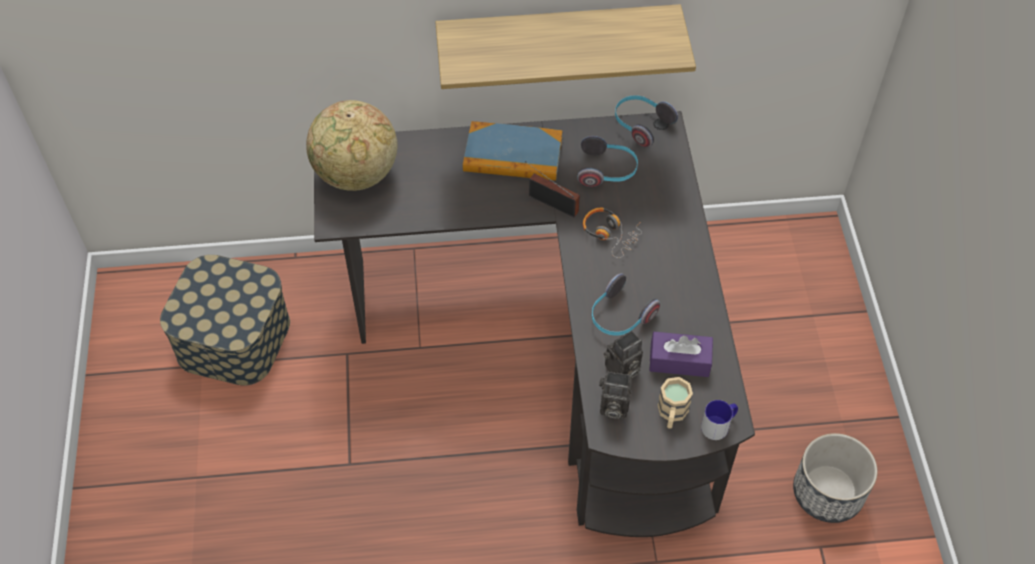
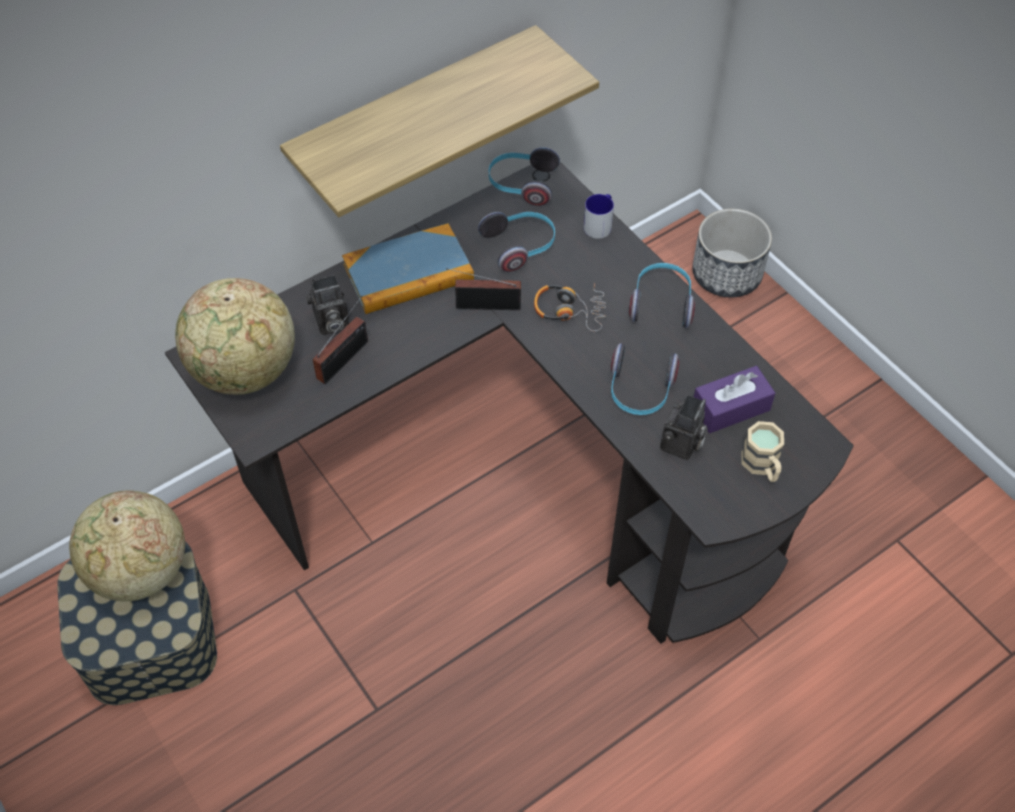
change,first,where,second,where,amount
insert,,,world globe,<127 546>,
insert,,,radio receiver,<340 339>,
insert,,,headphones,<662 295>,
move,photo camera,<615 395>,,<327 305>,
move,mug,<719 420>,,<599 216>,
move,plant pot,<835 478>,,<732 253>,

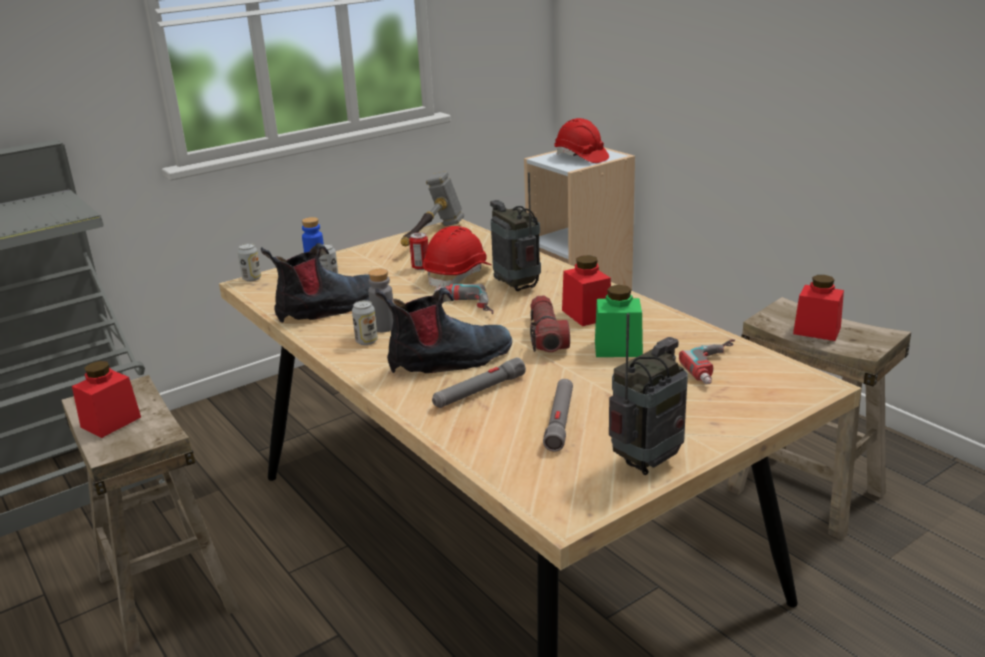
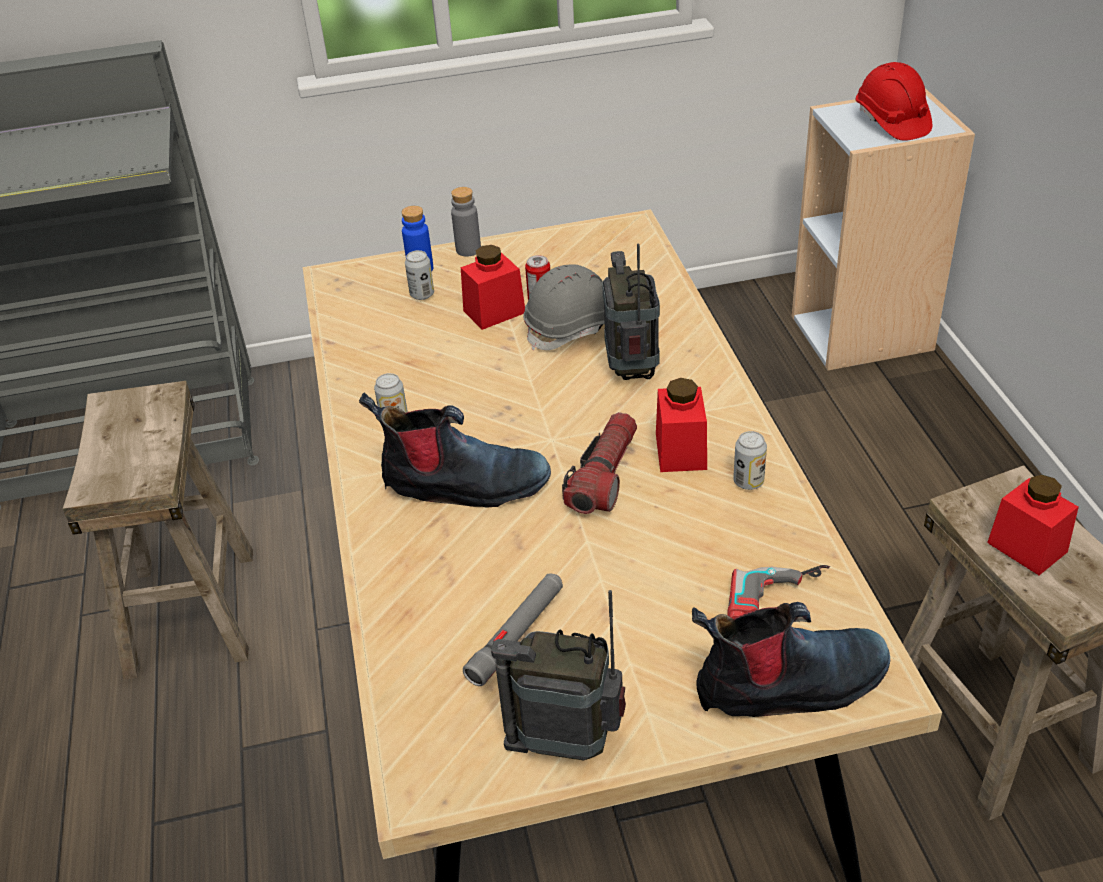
change,first,where,second,where,amount
delete,tool hammer,<433 208>,,,
delete,flashlight (gray),<479 382>,,,
delete,drill,<464 299>,,,
delete,preserve jar (greenish),<619 321>,,,
move,preserve jar (red-coloured),<106 399>,,<493 287>,
move,sealed can,<249 262>,,<750 460>,
move,high-top boot,<316 283>,,<791 659>,
move,beverage bottle (gray),<380 300>,,<466 222>,
recolor,safety helmet (red-coloured),<457 257>,safety helmet (gray),<564 307>,
rotate,radio receiver,<648 394>,,<558 675>,150 degrees counterclockwise

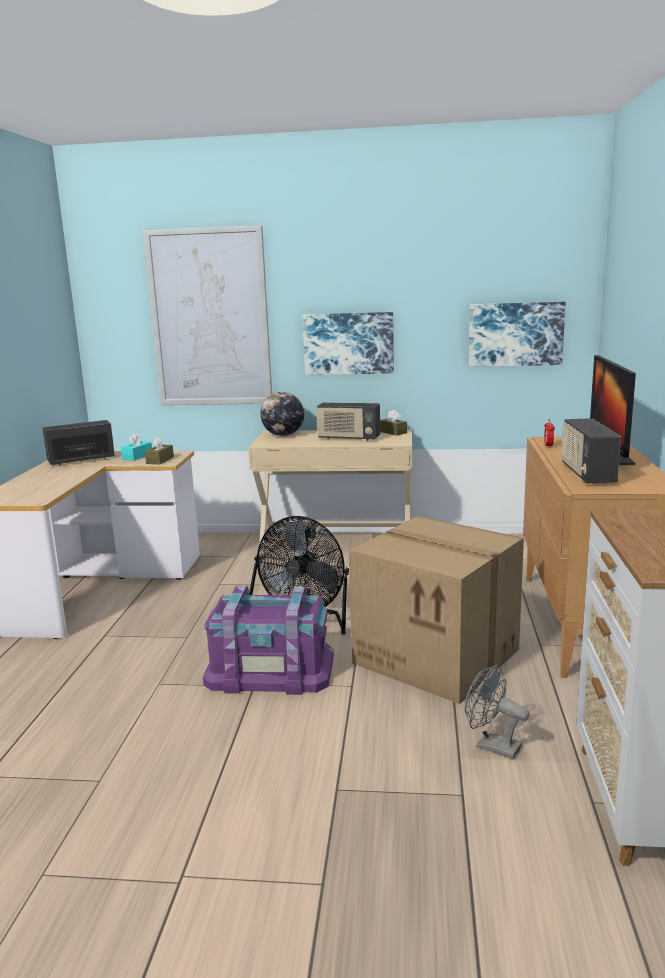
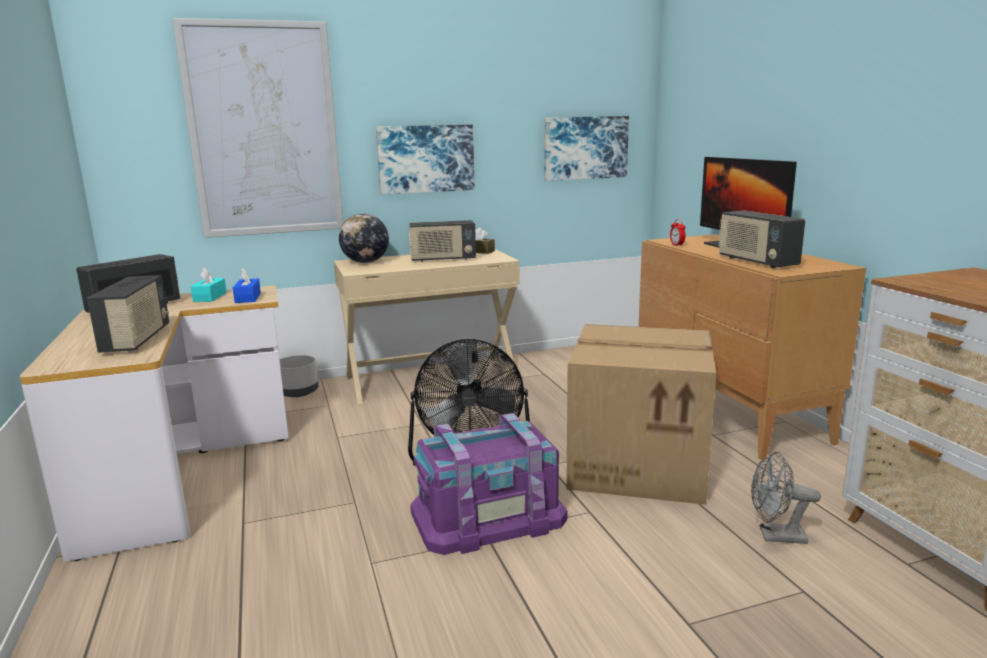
change,first,where,second,where,amount
insert,,,radio receiver,<128 314>,
insert,,,plant pot (gray),<298 376>,
recolor,box of tissues (brownish),<159 450>,box of tissues (blue),<247 285>,

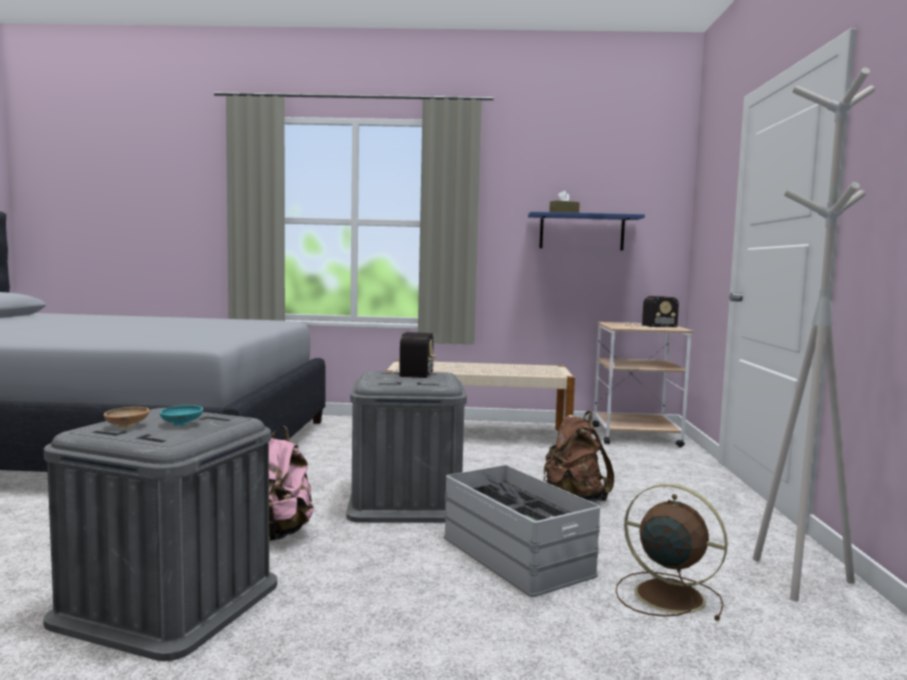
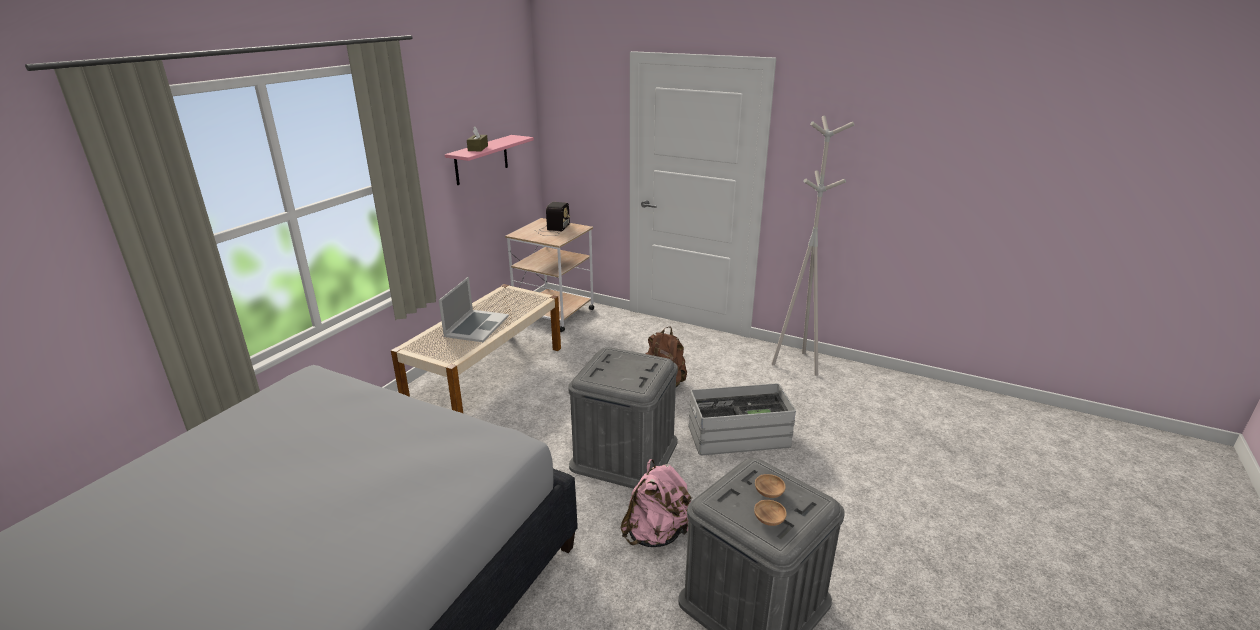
change,first,where,second,where,amount
delete,radio receiver,<408 357>,,,
delete,fan (brownish),<672 552>,,,
insert,,,portable computer,<474 309>,
recolor,deep dish (turquoise),<181 415>,deep dish (brownish),<770 486>,
recolor,shelf (blue),<586 231>,shelf (pink),<489 160>,

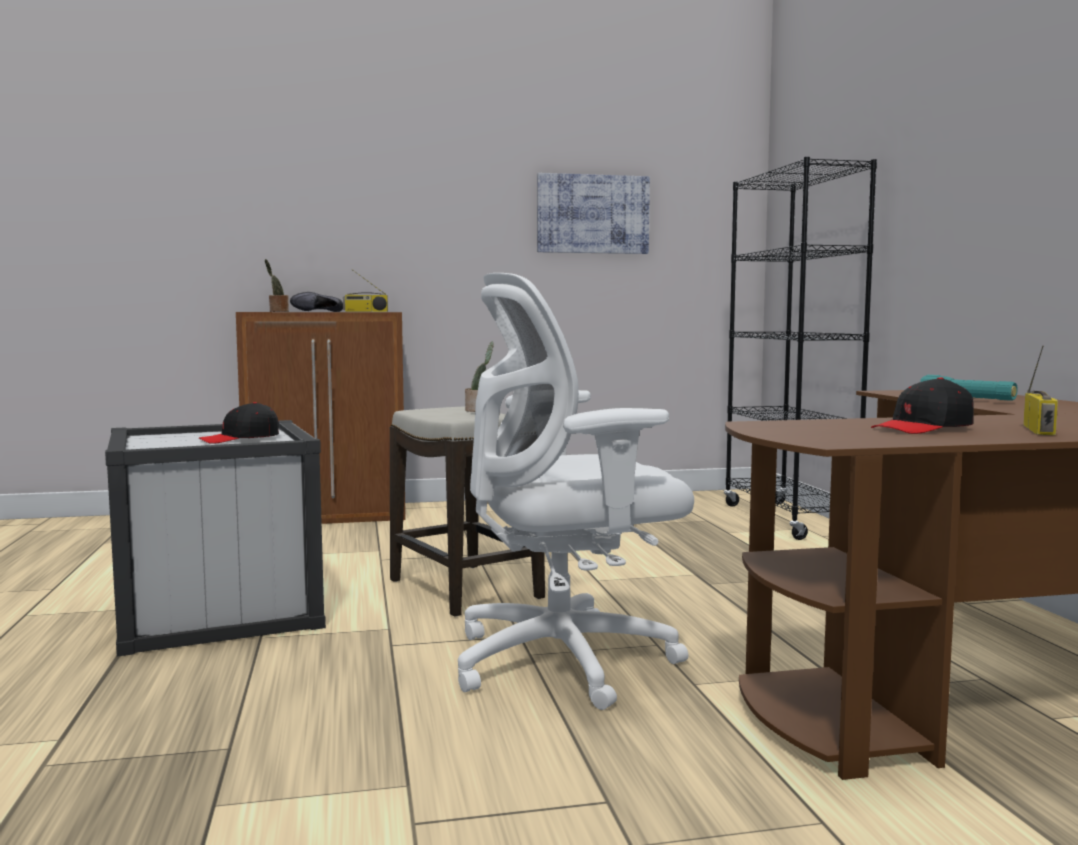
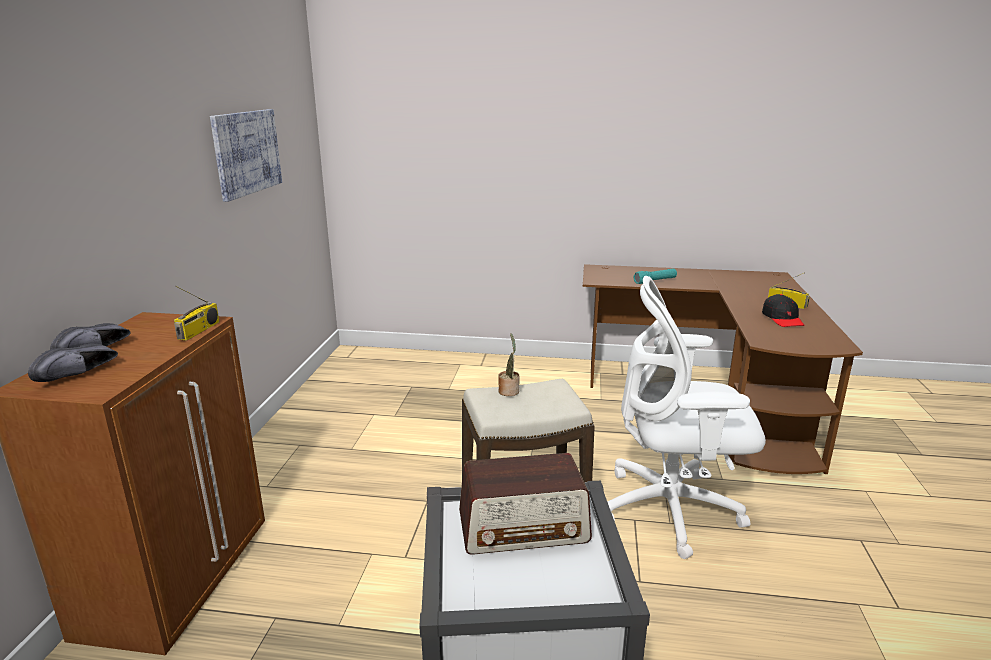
change,first,where,second,where,amount
delete,shelving unit (black),<800 348>,,,
replace,baseball cap (black),<239 423>,radio receiver,<525 504>,
replace,potted plant,<277 285>,shoe (black),<73 362>,
rotate,desk chair (whitish),<576 491>,,<687 417>,90 degrees clockwise

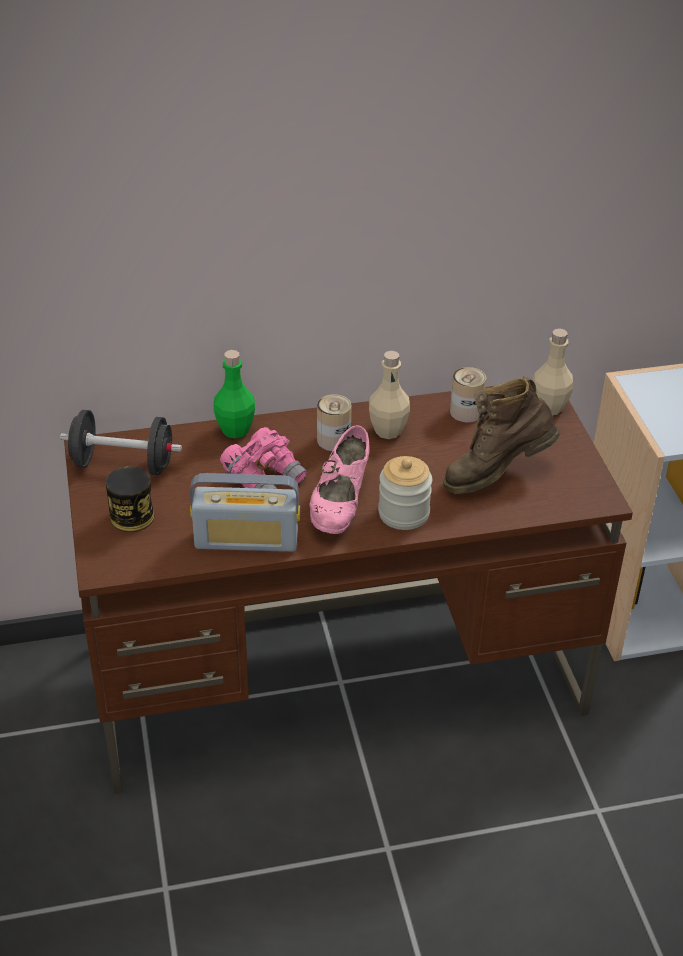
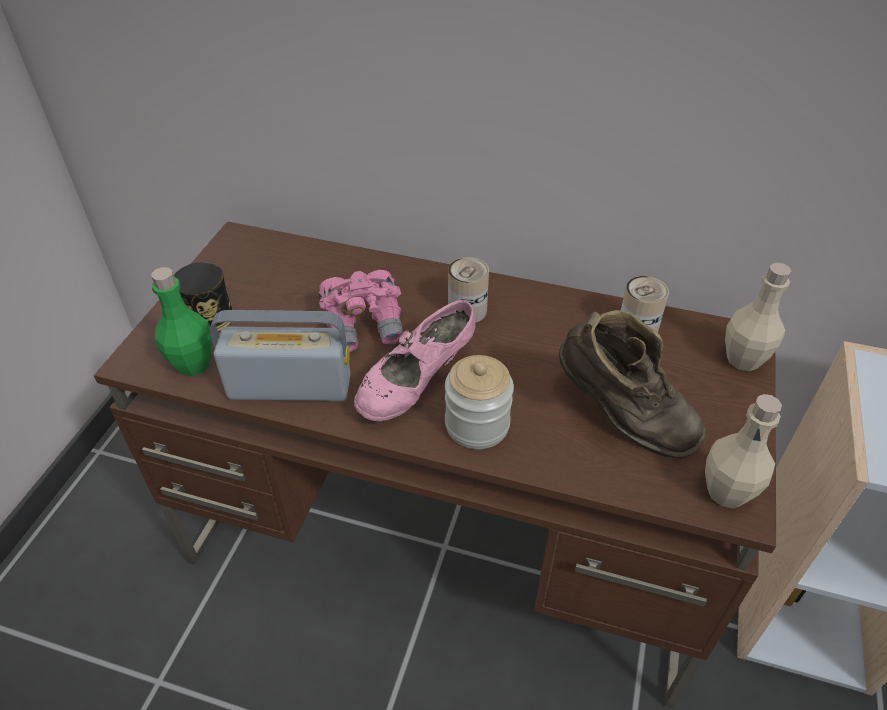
change,first,where,second,where,amount
delete,hand weight (black),<121 442>,,,
move,beverage bottle (greenish),<234 394>,,<181 321>,
move,beverage bottle (beige-coloured),<389 395>,,<743 451>,
rotate,radio receiver,<245 512>,,<280 355>,150 degrees clockwise
rotate,high-top boot (brownish),<501 435>,,<632 384>,150 degrees counterclockwise

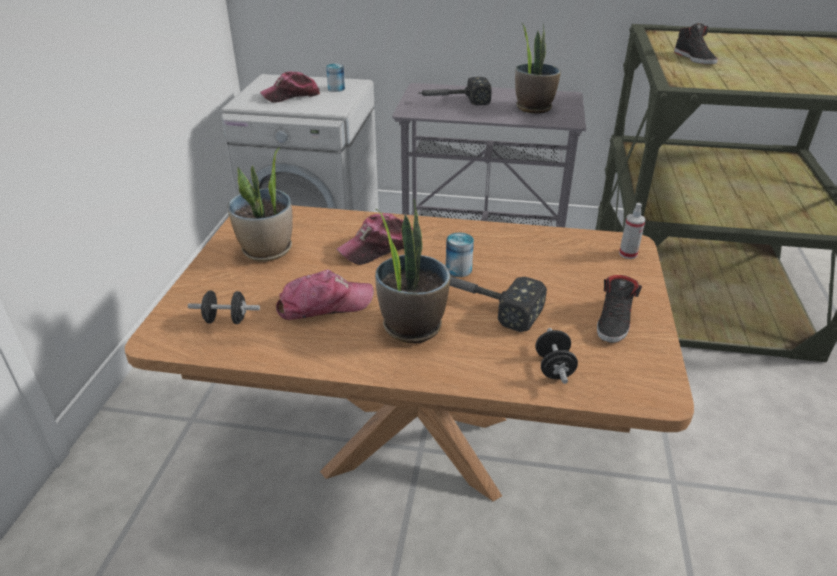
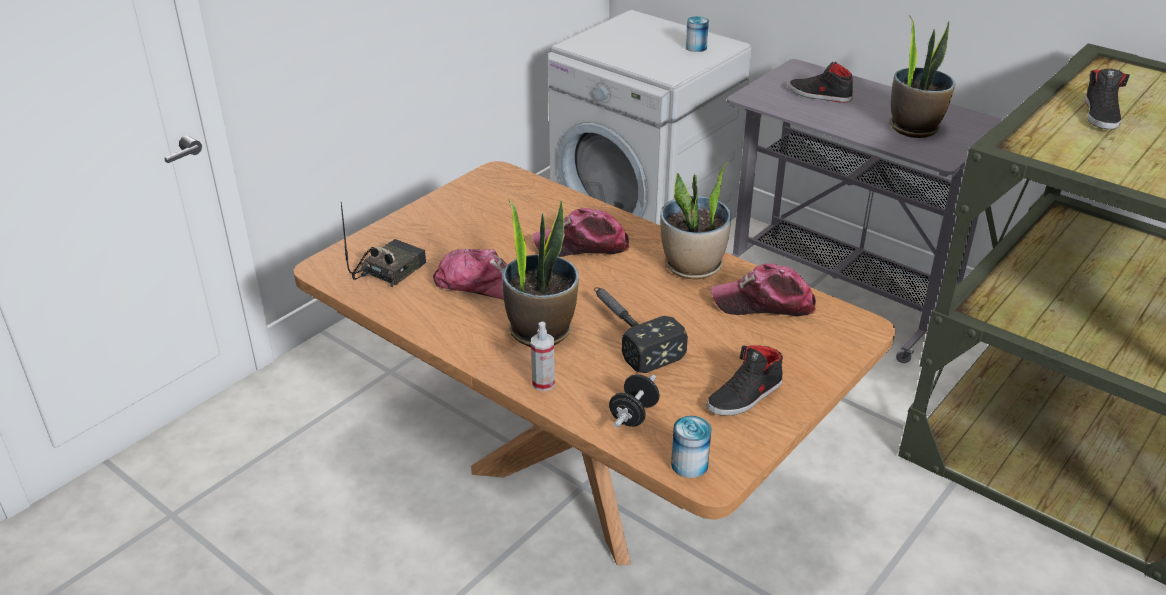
change,first,where,second,where,amount
move,potted plant,<260 205>,,<695 220>,
move,baseball cap,<290 87>,,<763 290>,
move,sealed can,<460 254>,,<691 447>,
move,spray bottle,<632 231>,,<543 356>,
replace,hand weight (black),<224 307>,radio receiver,<383 244>,
replace,tool hammer,<455 91>,shoe (black),<820 82>,

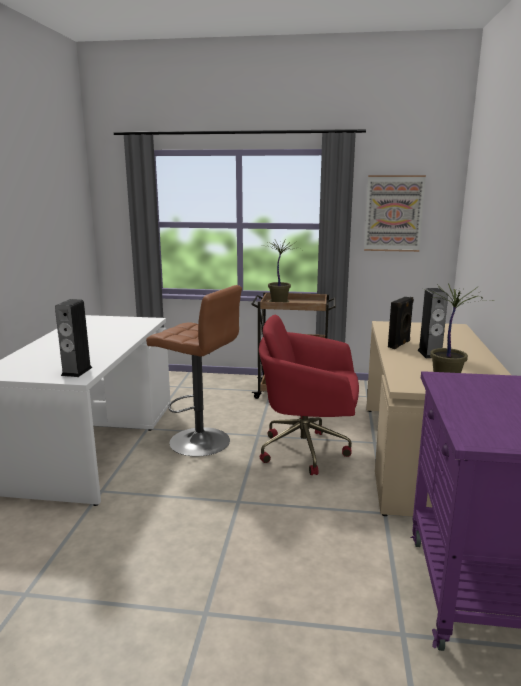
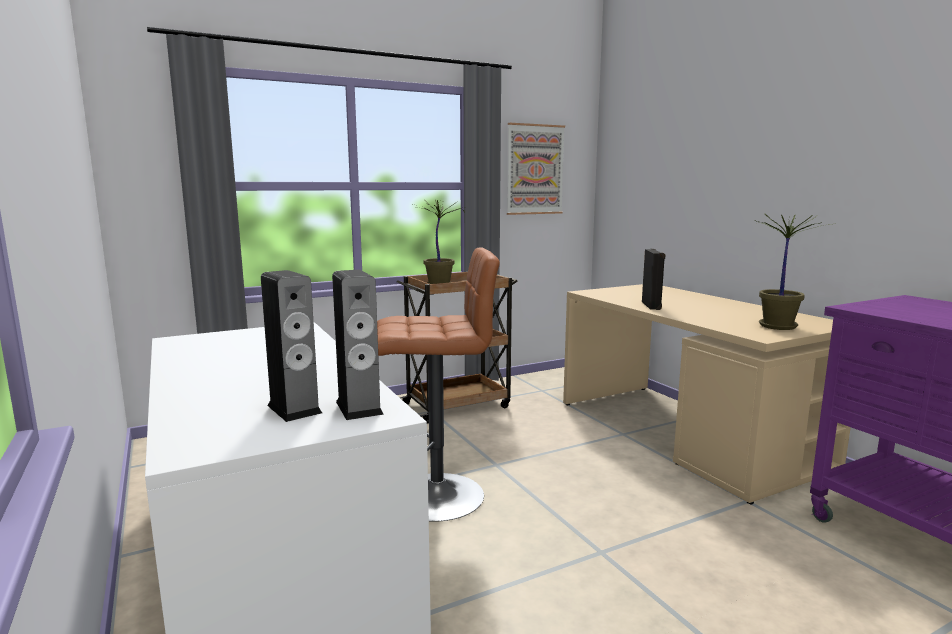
change,first,where,second,where,amount
delete,desk chair (red-coloured),<309 395>,,,
move,audio speaker,<433 323>,,<291 346>,

